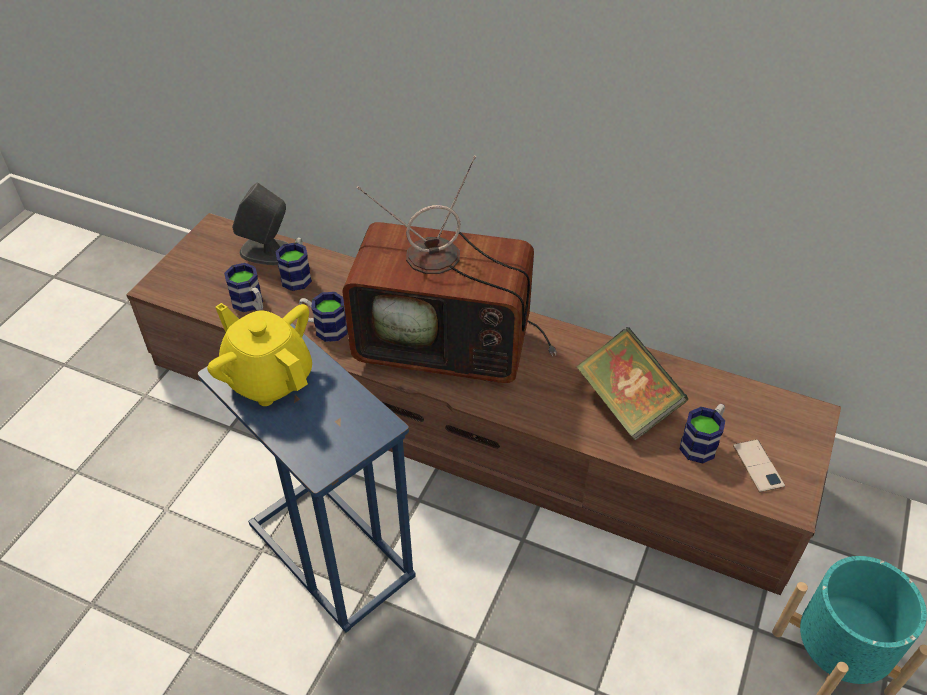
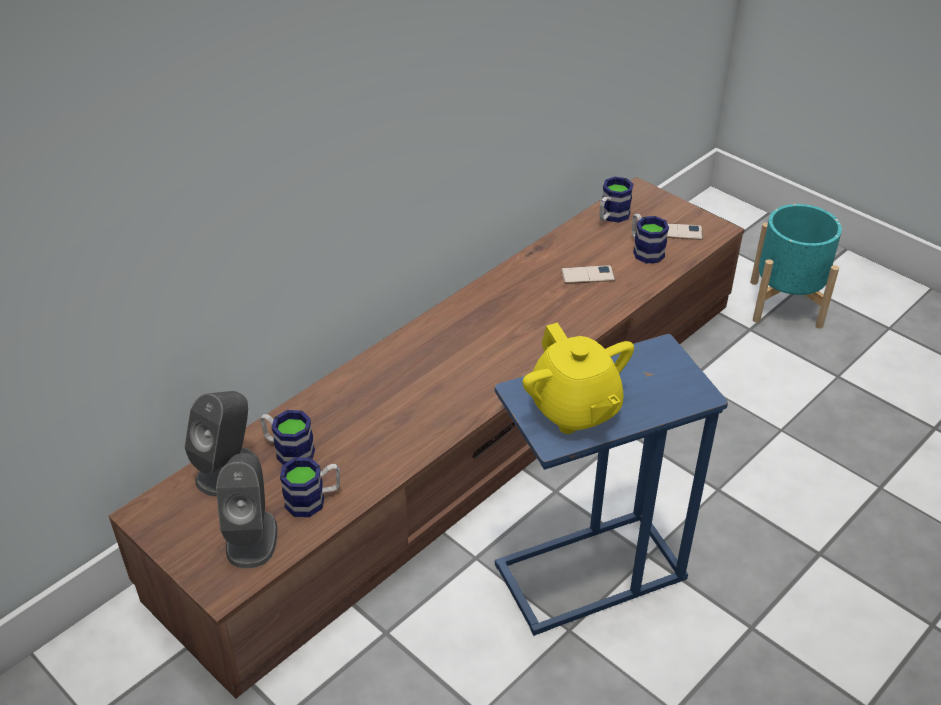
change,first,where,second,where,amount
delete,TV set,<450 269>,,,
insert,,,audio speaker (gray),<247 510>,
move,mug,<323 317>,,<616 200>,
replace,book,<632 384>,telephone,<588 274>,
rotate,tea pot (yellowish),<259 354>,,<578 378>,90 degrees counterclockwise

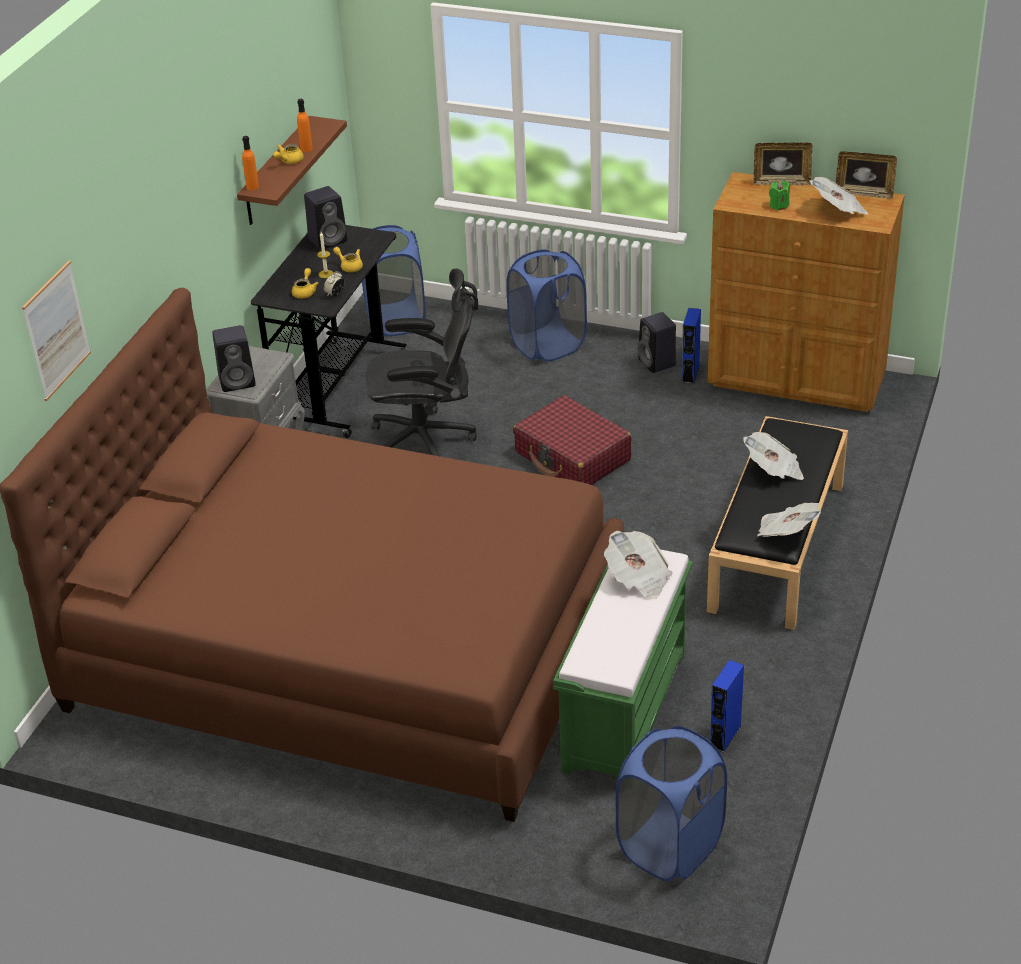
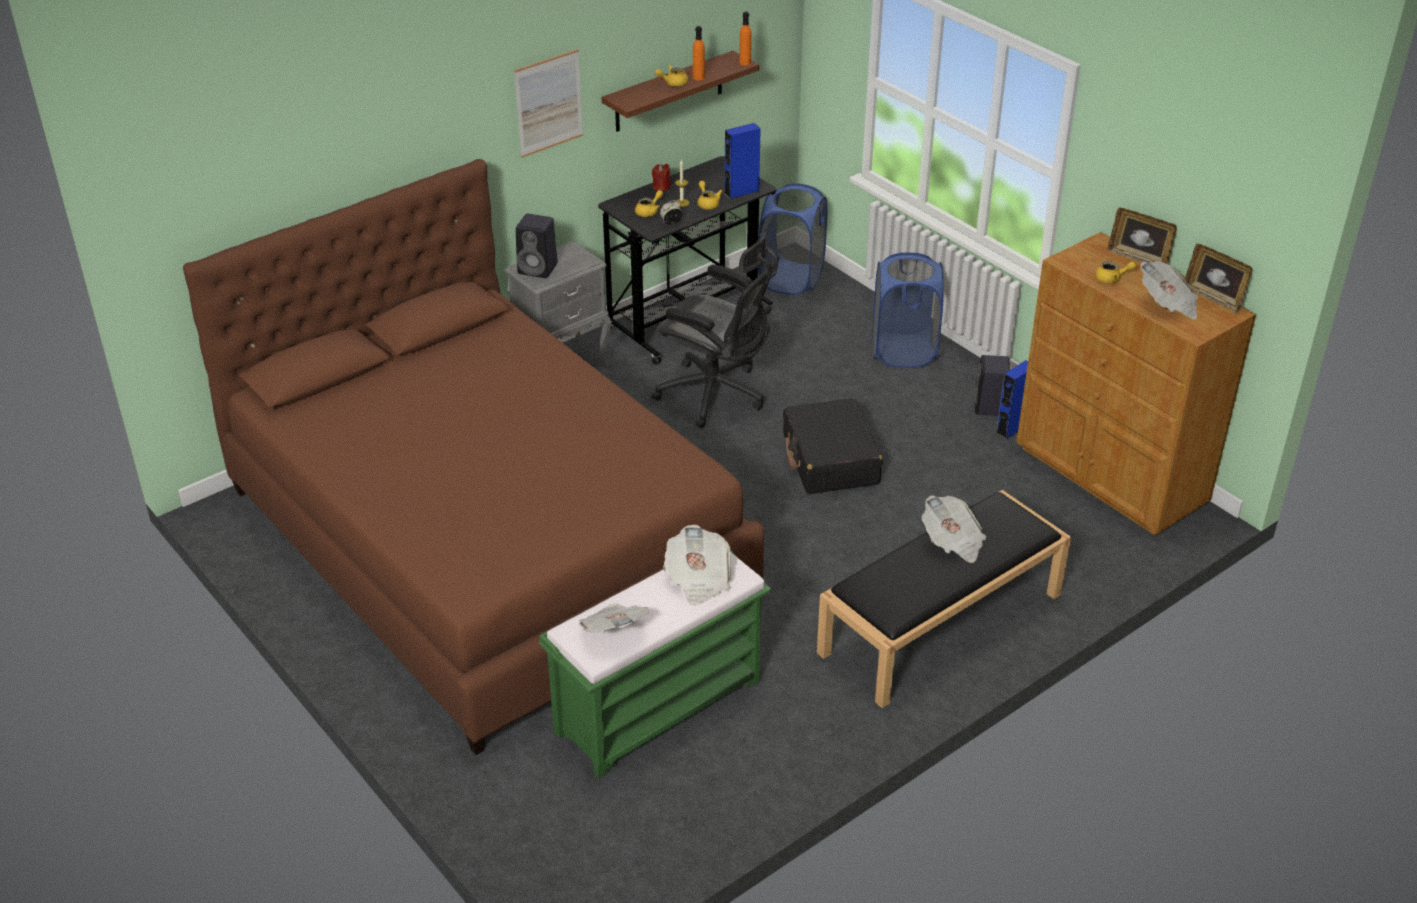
change,first,where,second,where,amount
delete,audio speaker (black),<325 218>,,,
delete,hamper (blue),<671 803>,,,
insert,,,wax candle (red-coloured),<661 177>,
move,wall art,<56 331>,,<548 103>,
move,beverage bottle (orange),<250 163>,,<745 38>,
move,audio speaker (blue),<727 706>,,<742 161>,
move,daily paper,<789 520>,,<614 618>,
replace,wax candle (greenish),<779 195>,tea pot (yellowish),<1116 272>,
recolor,piece of luggage (red-coloured),<572 440>,piece of luggage (black),<833 446>,

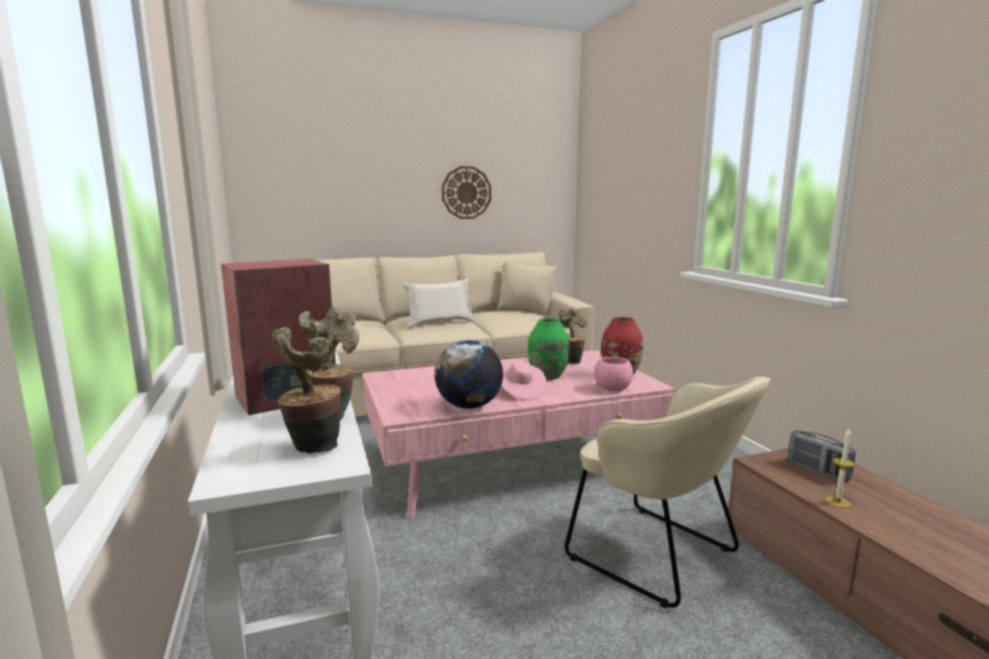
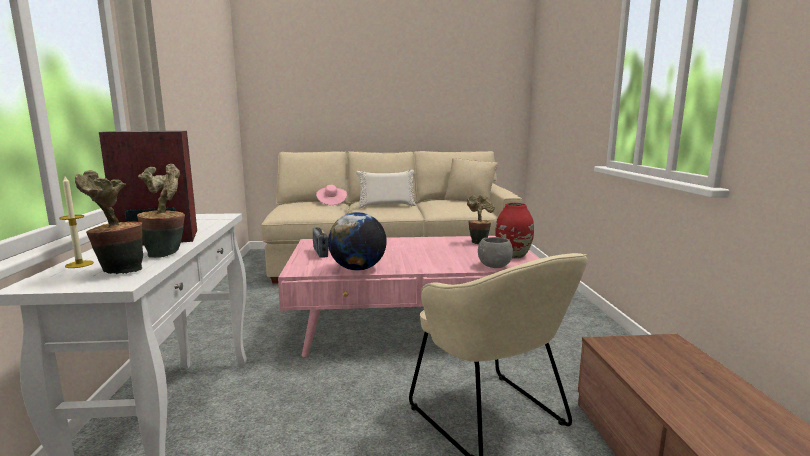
change,first,where,second,where,amount
delete,clock on the wall,<466 192>,,,
delete,flower vase (greenish),<549 349>,,,
move,wearable hat (pink),<524 380>,,<331 195>,
move,radio receiver,<822 456>,,<320 242>,
move,wax candle,<840 468>,,<76 222>,
recolor,deep dish (pink),<613 374>,deep dish (gray),<495 252>,

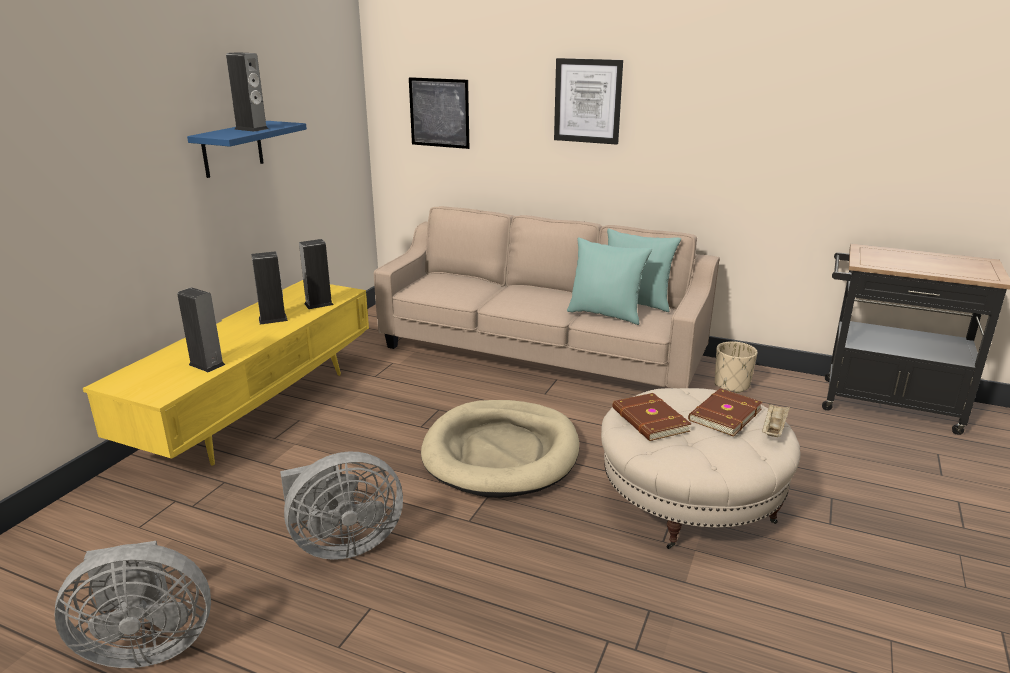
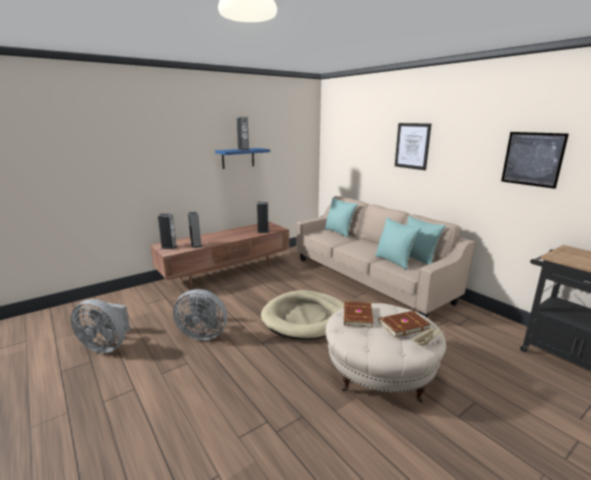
change,first,where,second,where,amount
delete,plant pot (beige-coloured),<736 367>,,,
insert,,,pillow (turquoise),<341 217>,
move,audio speaker,<269 288>,,<167 231>,
move,wall art,<439 113>,,<535 160>,
recolor,tv unit (yellowish),<226 372>,tv unit (brownish),<219 255>,

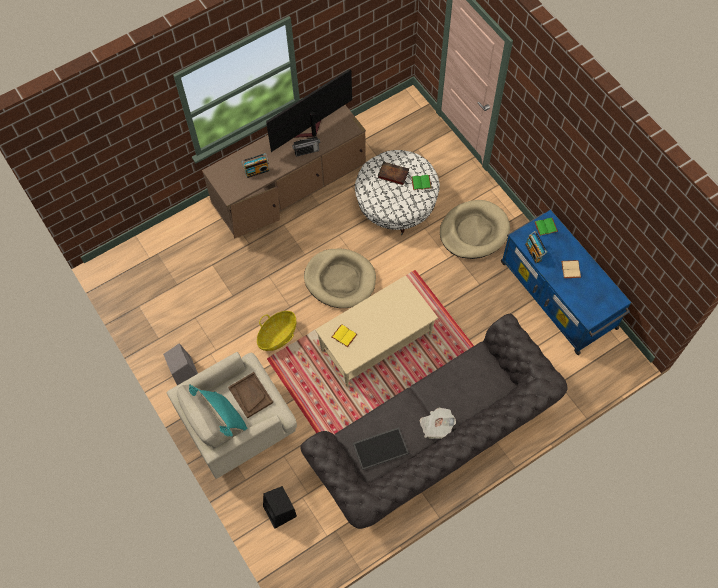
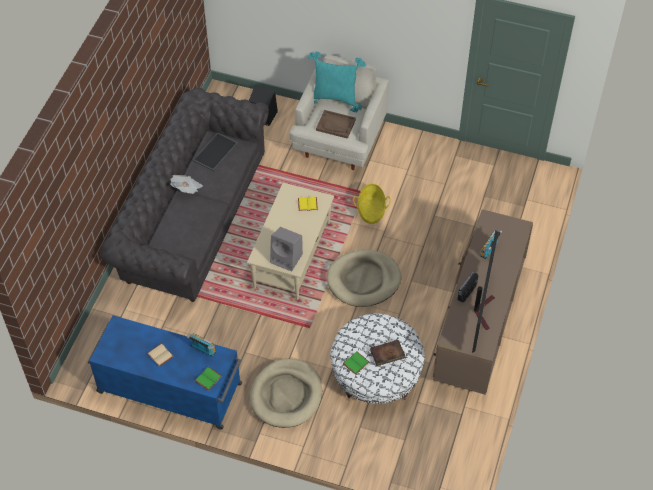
change,first,where,second,where,amount
move,audio speaker (gray),<180 364>,,<286 249>,

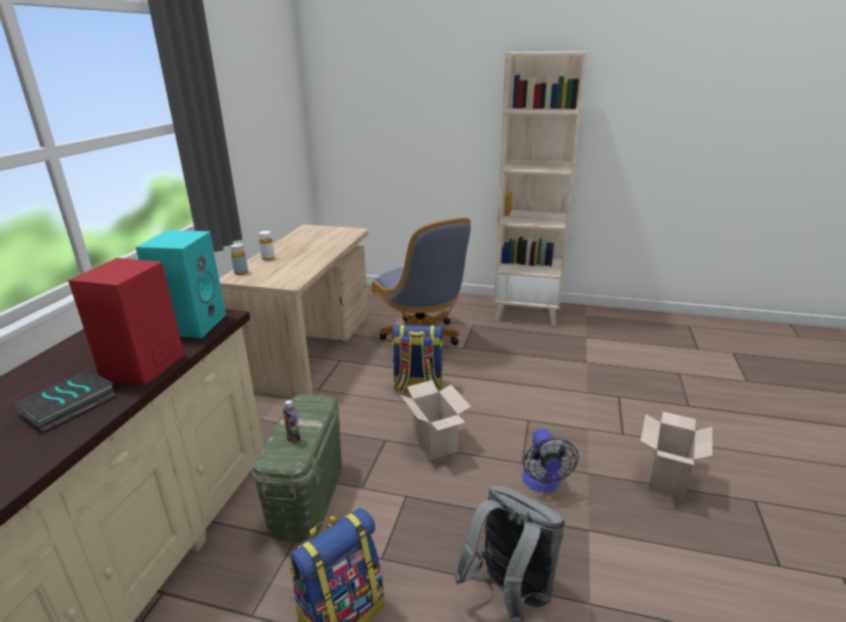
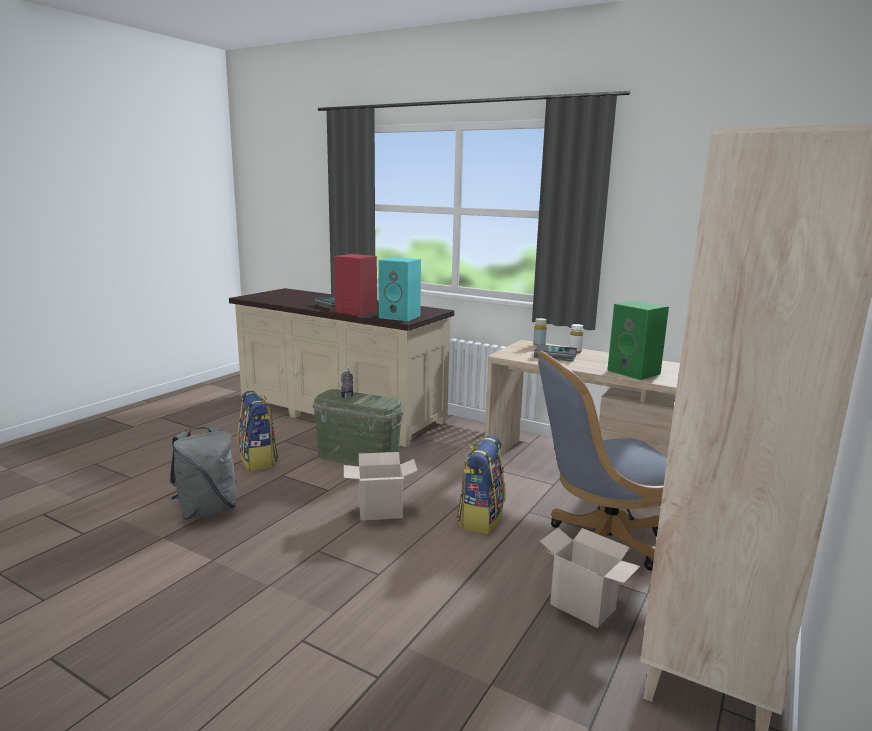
change,first,where,second,where,amount
delete,fan,<550 460>,,,
insert,,,book,<555 353>,
insert,,,audio speaker (greenish),<638 340>,
move,carton,<676 456>,,<590 578>,

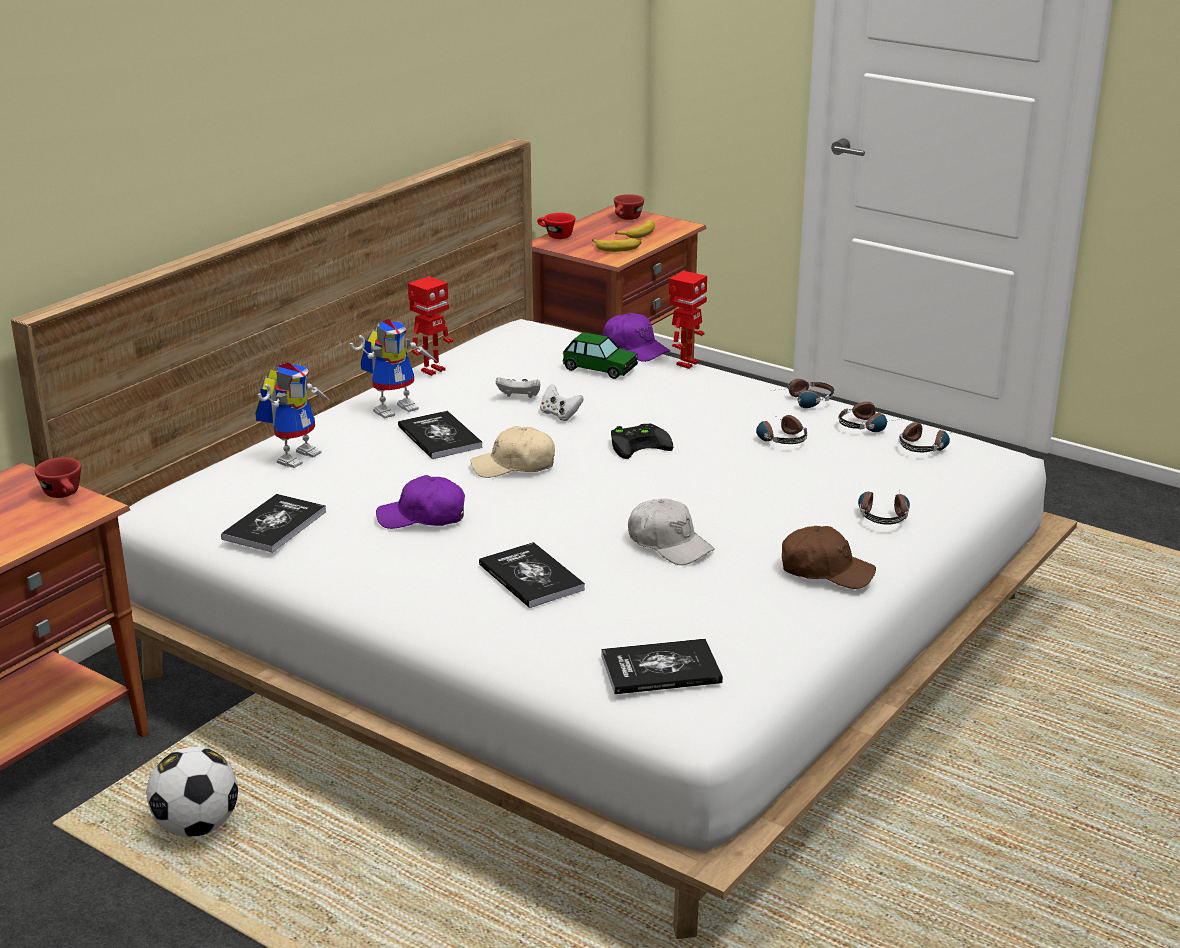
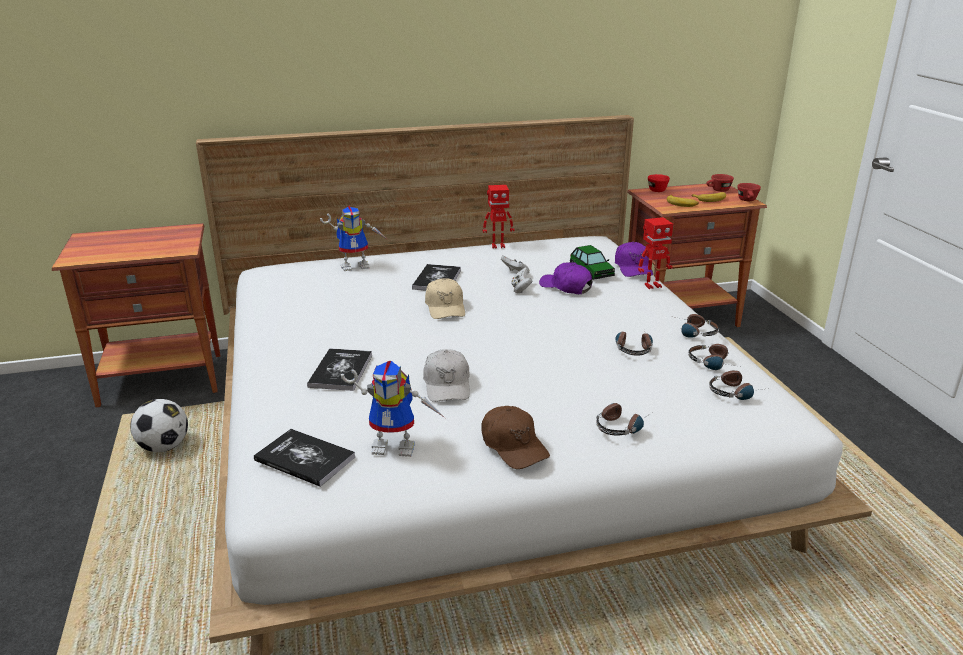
change,first,where,second,where,amount
delete,book,<273 523>,,,
delete,game controller (black),<642 441>,,,
move,cup (red-coloured),<58 478>,,<749 192>,
move,robot figure,<394 369>,,<393 409>,
move,baseball cap (purple-coloured),<420 502>,,<566 278>,
rotate,baseball cap (beige-coloured),<512 452>,,<445 298>,135 degrees counterclockwise

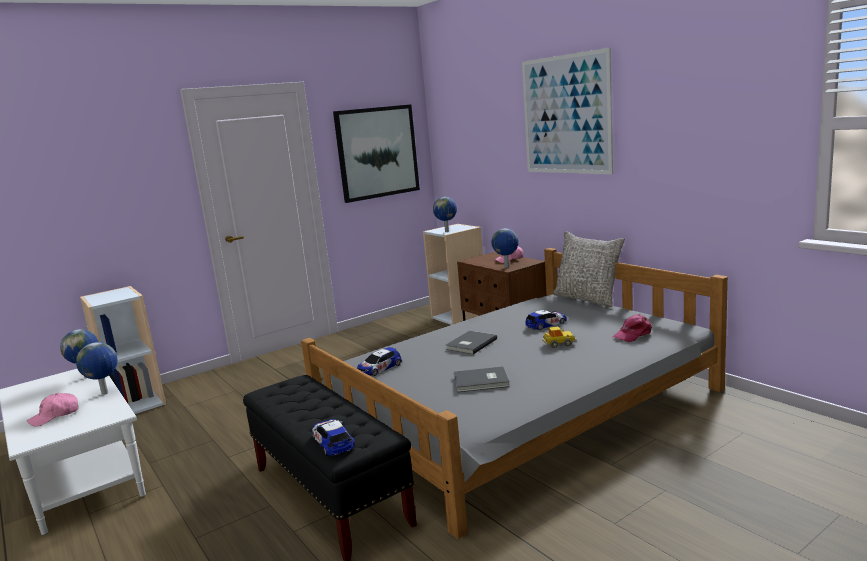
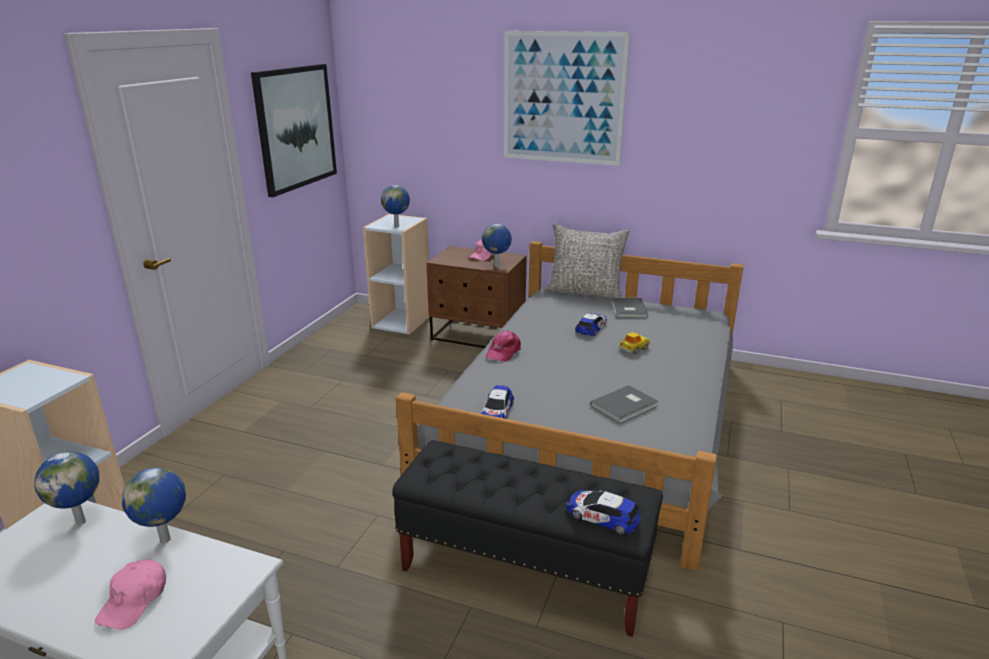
change,first,where,second,where,amount
move,book (gray),<471 343>,,<630 307>,
move,baseball cap (pink),<632 328>,,<503 346>,

